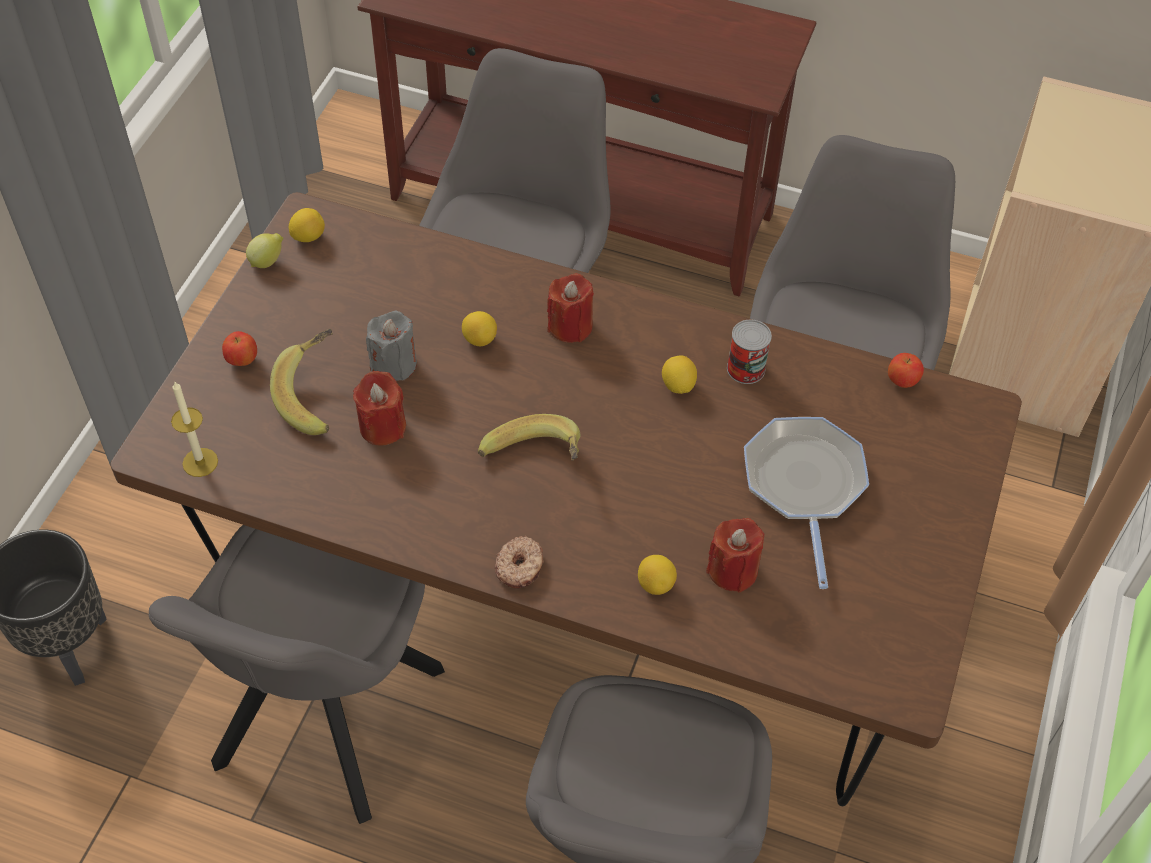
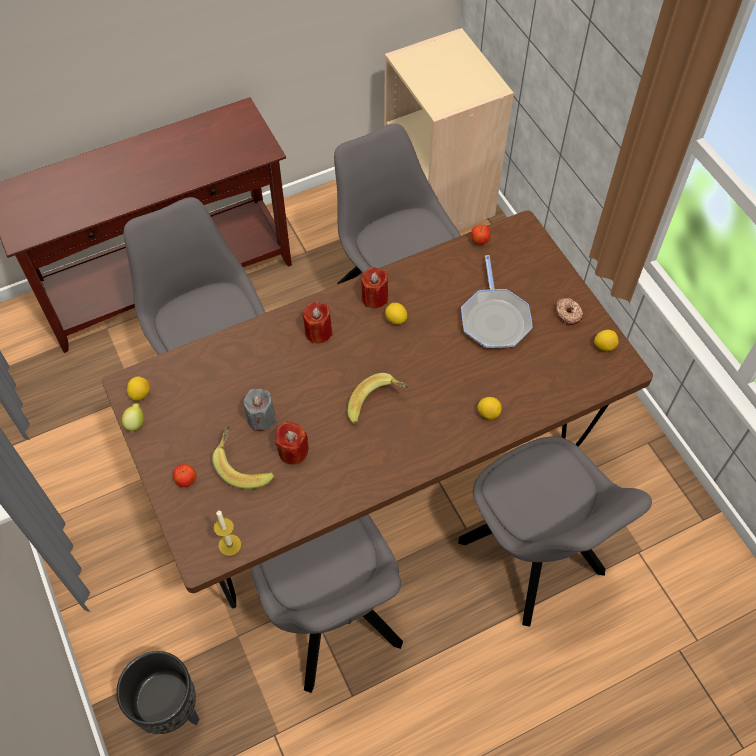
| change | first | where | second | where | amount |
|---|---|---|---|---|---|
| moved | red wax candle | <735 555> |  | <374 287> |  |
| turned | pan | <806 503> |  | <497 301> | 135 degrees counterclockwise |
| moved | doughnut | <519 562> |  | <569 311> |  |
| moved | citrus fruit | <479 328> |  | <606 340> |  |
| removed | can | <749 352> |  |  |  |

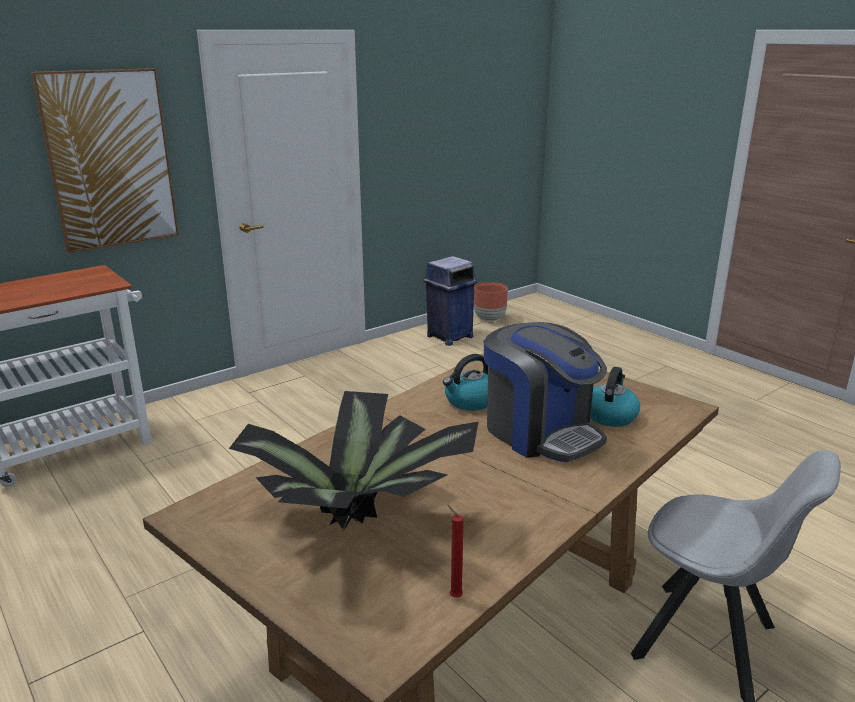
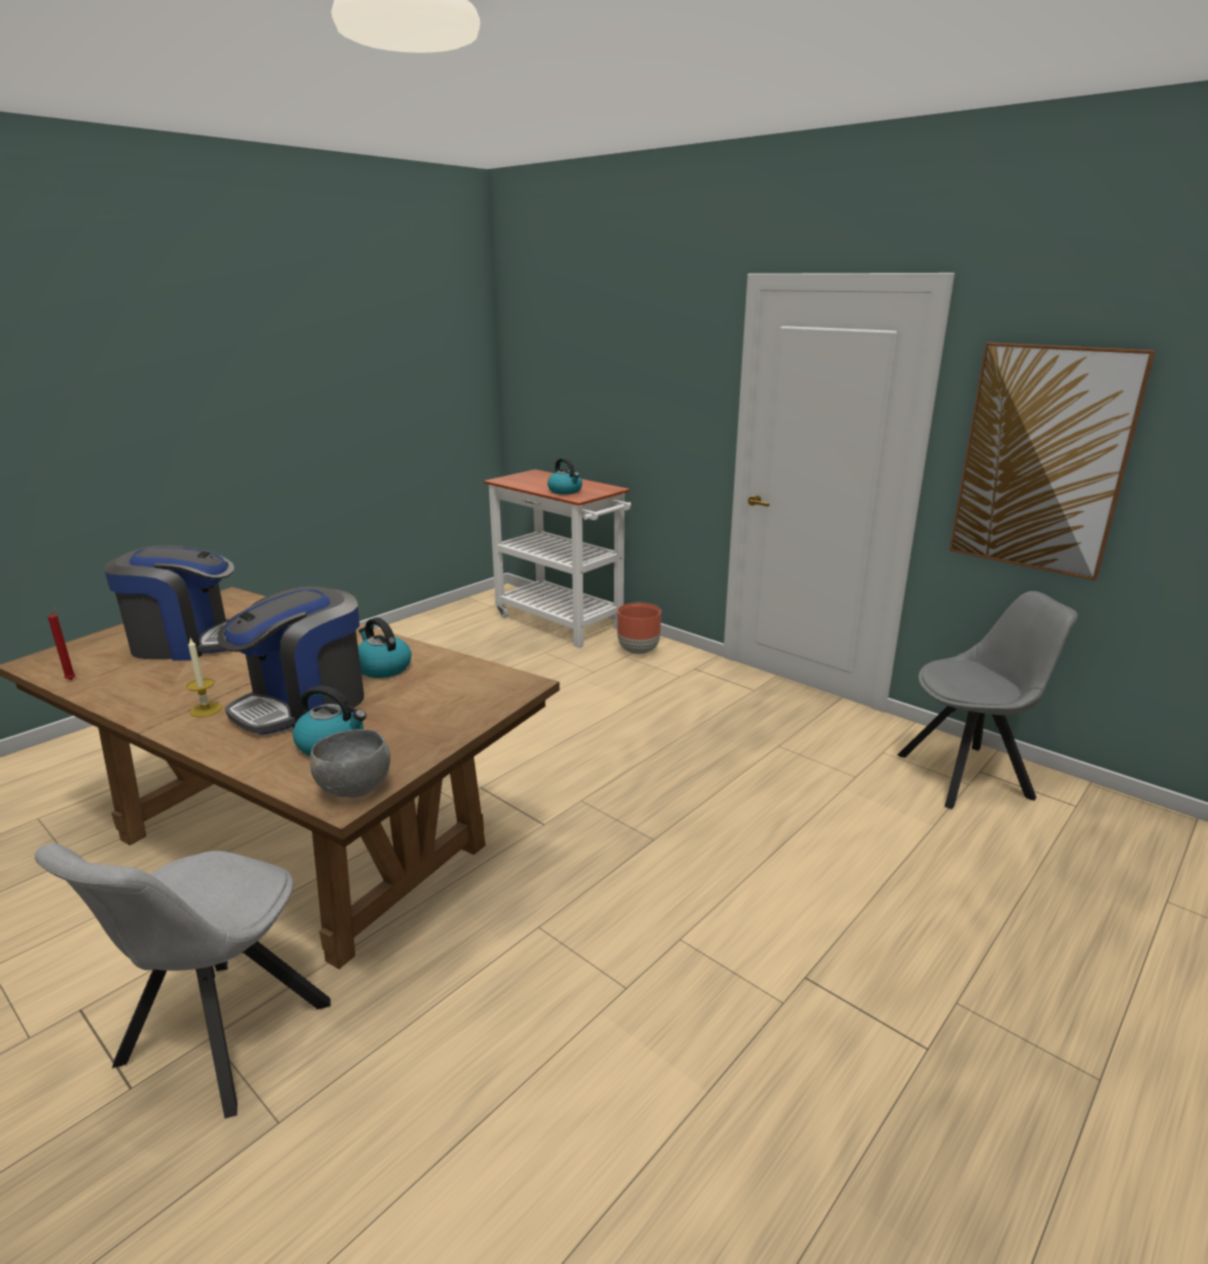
| change | first | where | second | where | amount |
|---|---|---|---|---|---|
| replaced | houseplant | <354 461> | coffee brewer | <169 603> |  |
| added |  |  | wax candle | <204 677> |  |
| added |  |  | gray bowl | <350 763> |  |
| added |  |  | water kettle | <564 476> |  |
| moved | brown planter | <491 301> |  | <639 628> |  |
| replaced | blue-coloured waste bin | <450 301> | gray upright chair | <988 700> |  |
| moved | wall picture | <105 160> |  | <1052 461> |  |

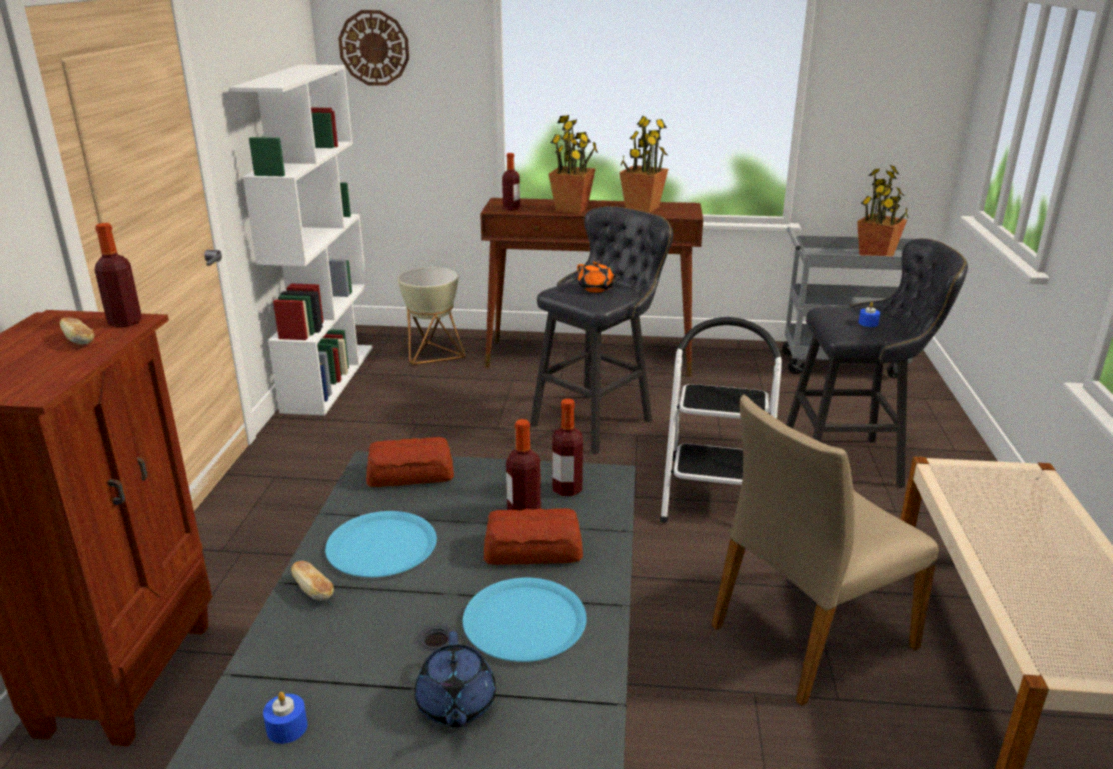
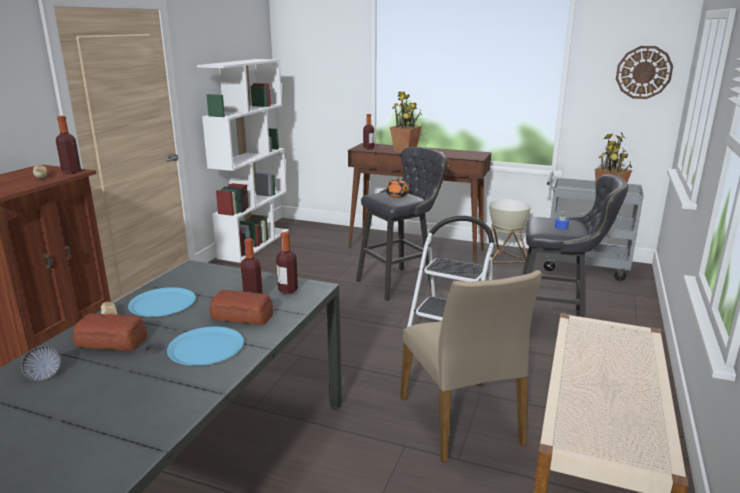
| change | first | where | second | where | amount |
|---|---|---|---|---|---|
| replaced | blue-coloured wax candle | <285 718> | bowl | <41 363> |  |
| moved | baked bread | <410 462> |  | <109 332> |  |
| turned | beige-coloured upright chair | <825 550> |  | <471 366> | 90 degrees counterclockwise |
| moved | planter | <432 316> |  | <510 231> |  |
| moved | hanging clock | <373 48> |  | <644 72> |  |
| removed | blue-coloured pot for tea | <455 679> |  |  |  |
| removed | houseplant | <643 164> |  |  |  |

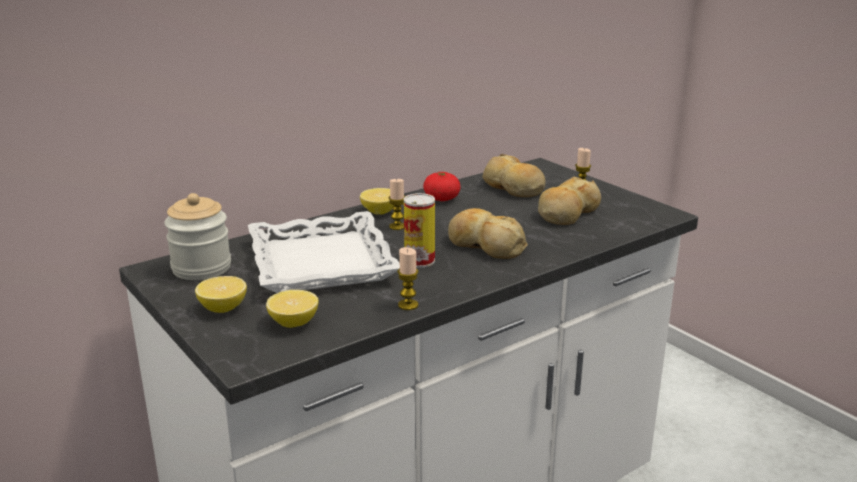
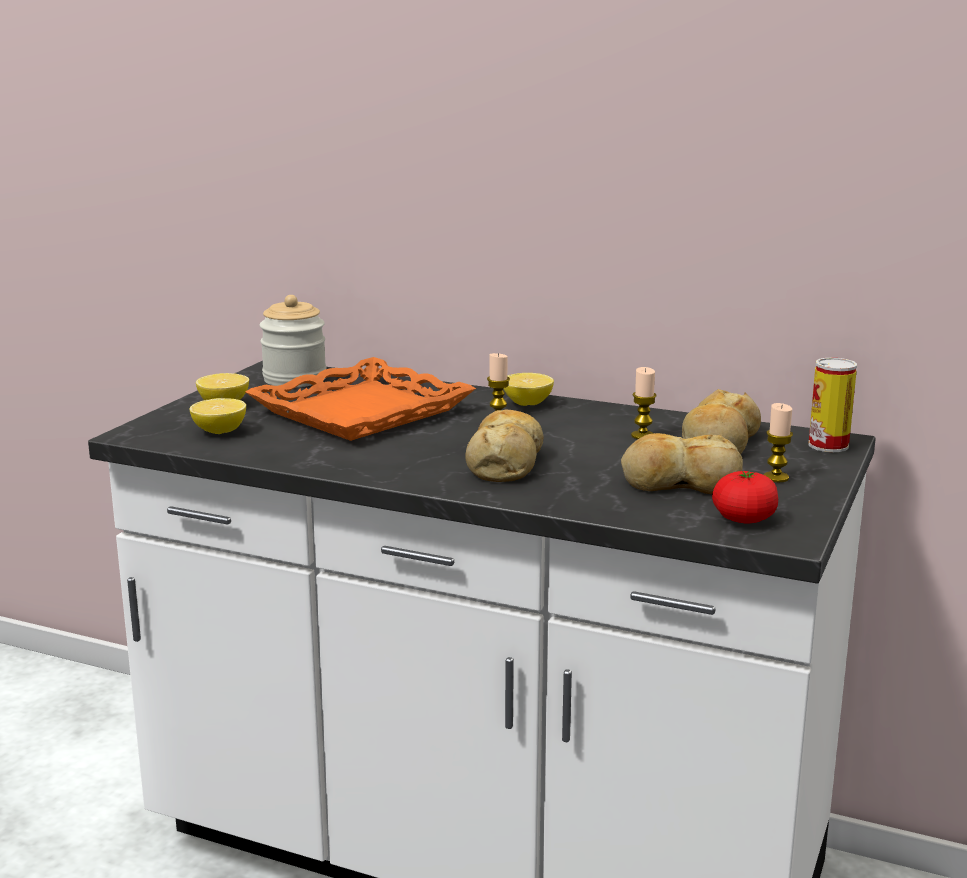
| change | first | where | second | where | amount |
|---|---|---|---|---|---|
| recoloured | white-coloured tray | <324 252> | orange-coloured tray | <361 399> |  |
| moved | wax candle | <407 278> |  | <643 403> |  |
| moved | whole tomato | <442 186> |  | <745 497> |  |
| moved | can | <419 230> |  | <833 405> |  |

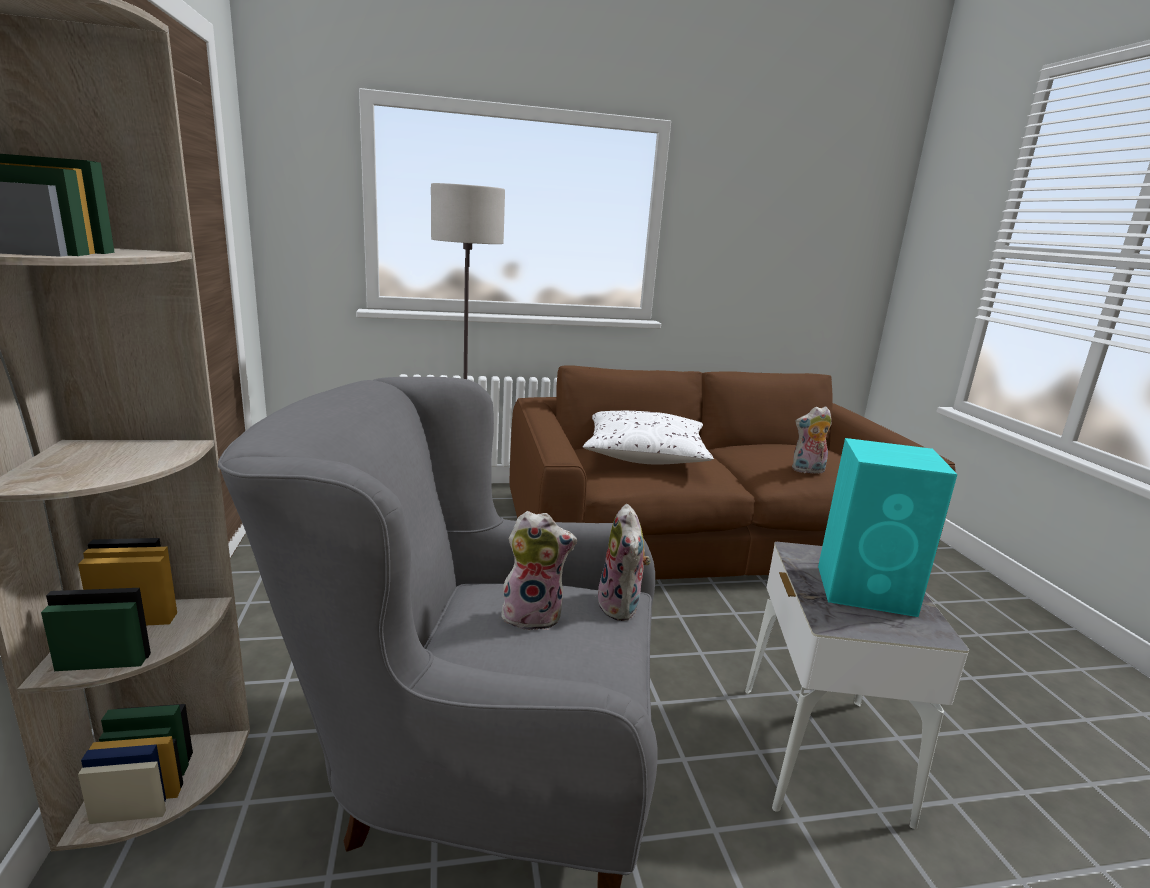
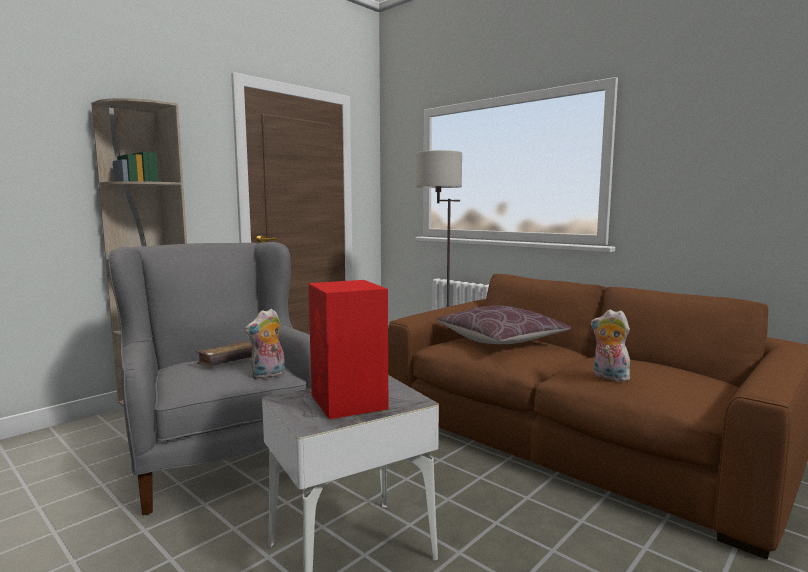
| change | first | where | second | where | amount |
|---|---|---|---|---|---|
| replaced | soft toy | <539 571> | brown book | <224 353> |  |
| recoloured | turquoise-coloured audio speaker | <887 527> | red audio speaker | <348 349> |  |
| recoloured | white-coloured throw pillow | <648 438> | brown throw pillow | <503 324> |  |

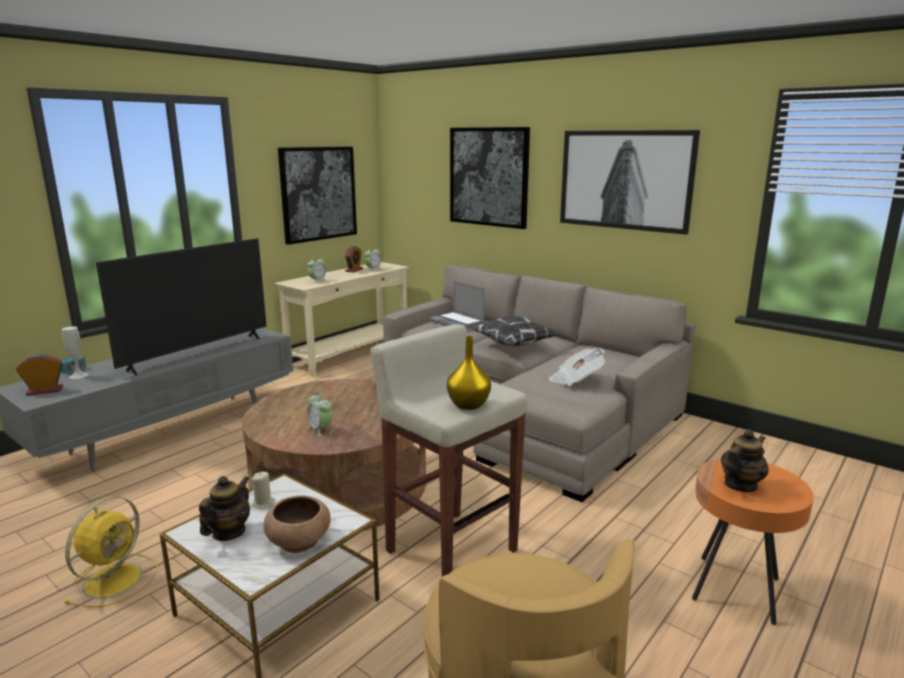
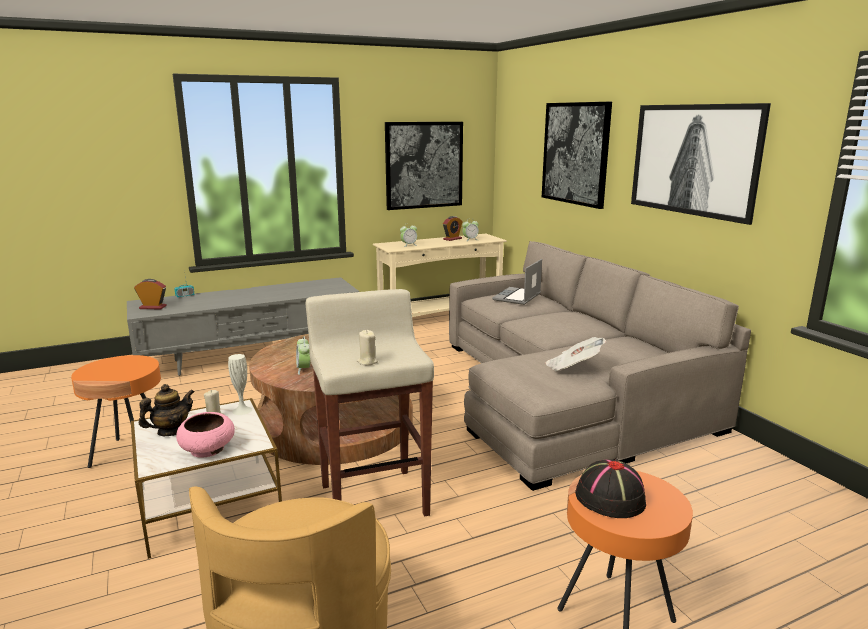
| change | first | where | second | where | amount |
|---|---|---|---|---|---|
| replaced | yellow-coloured cooling fan | <111 551> | orange-coloured accent table | <116 411> |  |
| recoloured | brown bowl | <297 524> | pink-coloured bowl | <205 435> |  |
| moved | white-coloured flower vase | <75 352> |  | <240 384> |  |
| replaced | yellow-coloured flower vase | <469 373> | beige-coloured wax candle | <367 347> |  |
| turned | notebook computer | <457 304> |  | <517 282> | 45 degrees clockwise |
| replaced | pot for tea | <745 460> | blackish clothing hat | <610 489> |  |
| removed | TV set | <181 307> |  |  |  |
| removed | throw pillow | <514 331> |  |  |  |

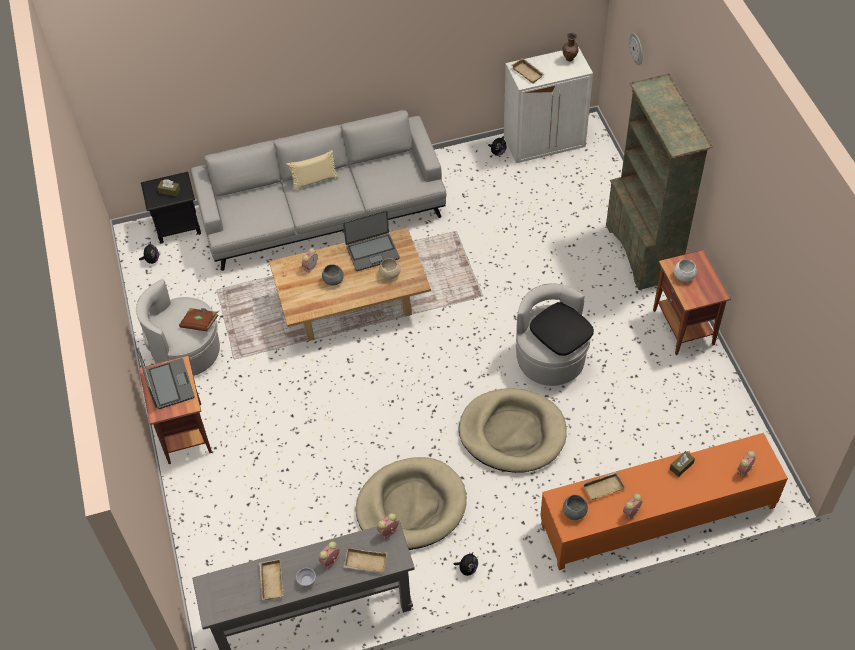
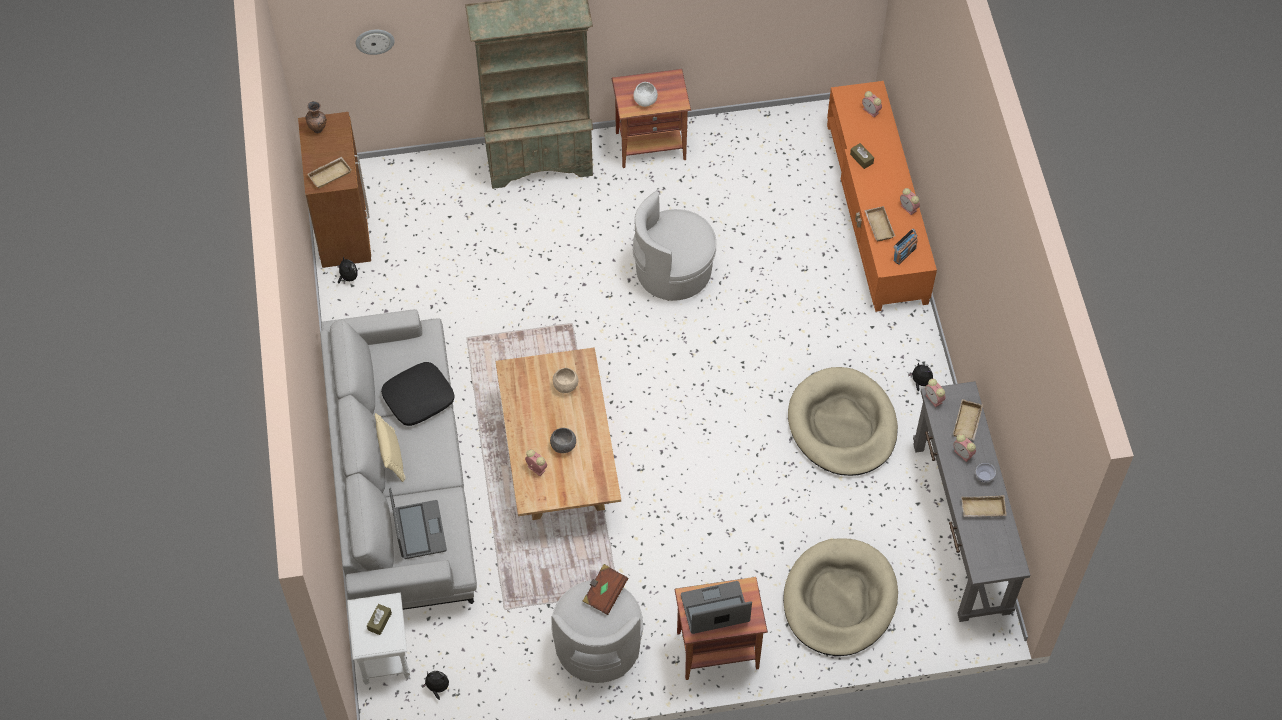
| change | first | where | second | where | amount |
|---|---|---|---|---|---|
| recoloured | white-coloured cabinet | <548 105> | brown cabinet | <334 190> |  |
| recoloured | blackish accent table | <171 208> | white-coloured accent table | <378 638> |  |
| moved | blackish throw pillow | <562 329> |  | <418 394> |  |
| moved | notebook computer | <371 240> |  | <418 523> |  |
| moved | beige-coloured dog bed | <513 430> |  | <840 597> |  |
| replaced | gray bowl | <575 507> | radio | <906 247> |  |

